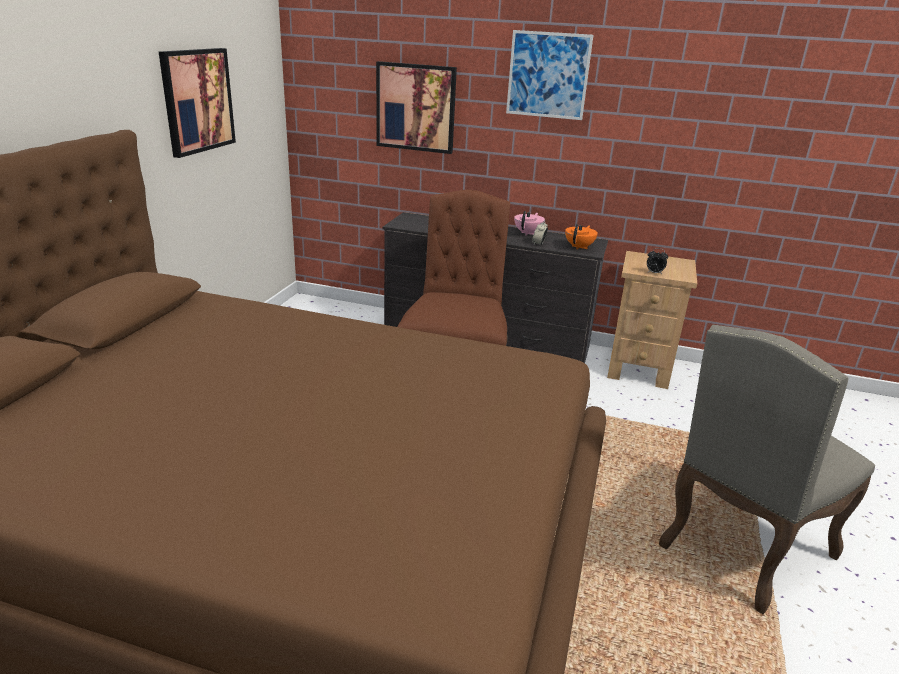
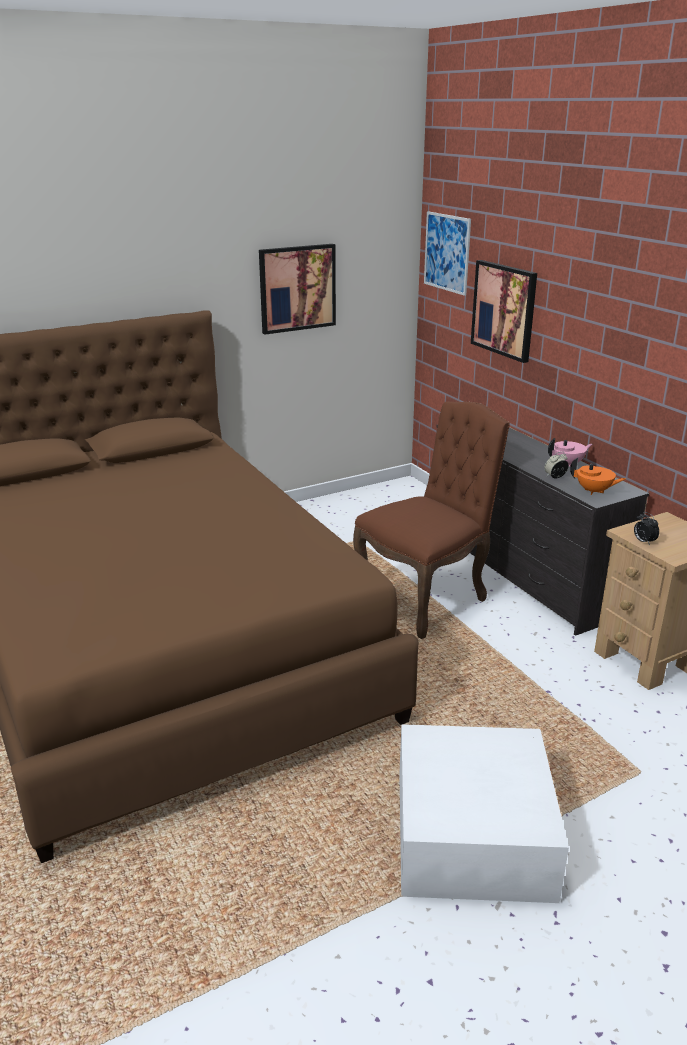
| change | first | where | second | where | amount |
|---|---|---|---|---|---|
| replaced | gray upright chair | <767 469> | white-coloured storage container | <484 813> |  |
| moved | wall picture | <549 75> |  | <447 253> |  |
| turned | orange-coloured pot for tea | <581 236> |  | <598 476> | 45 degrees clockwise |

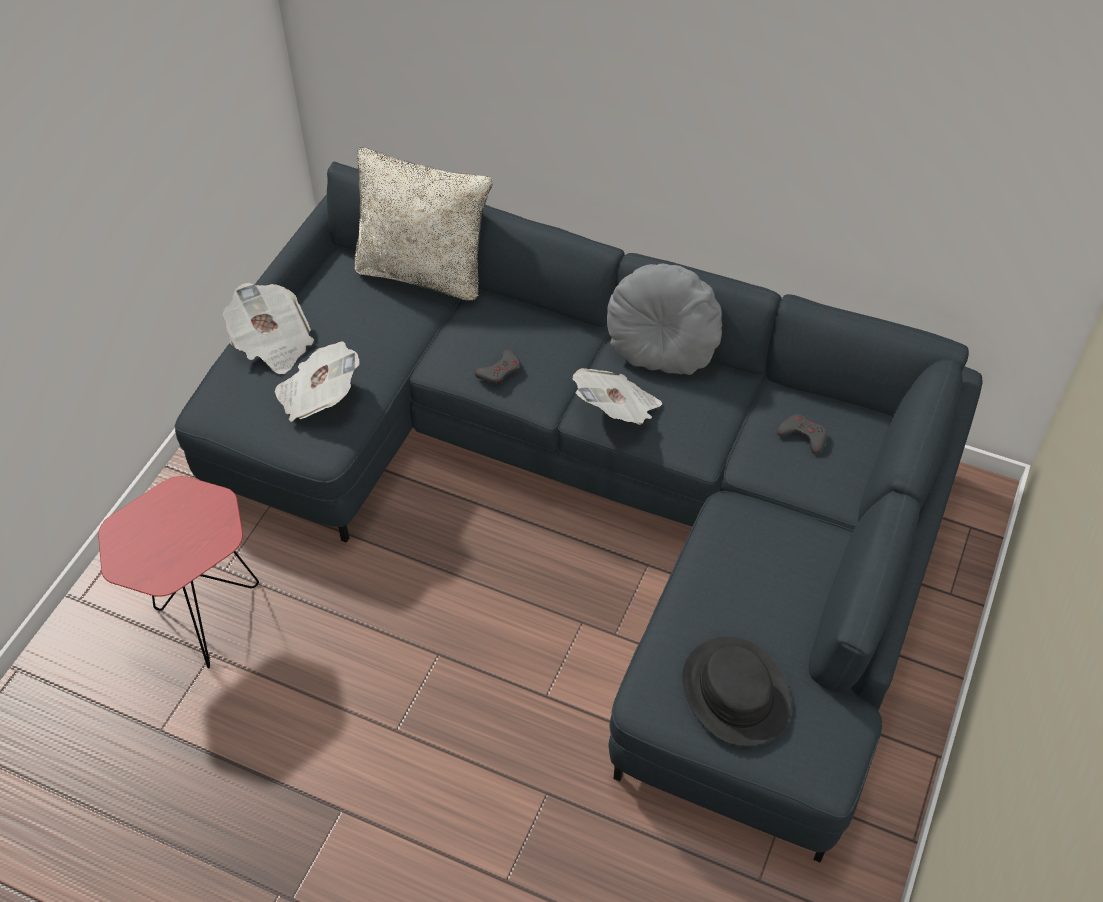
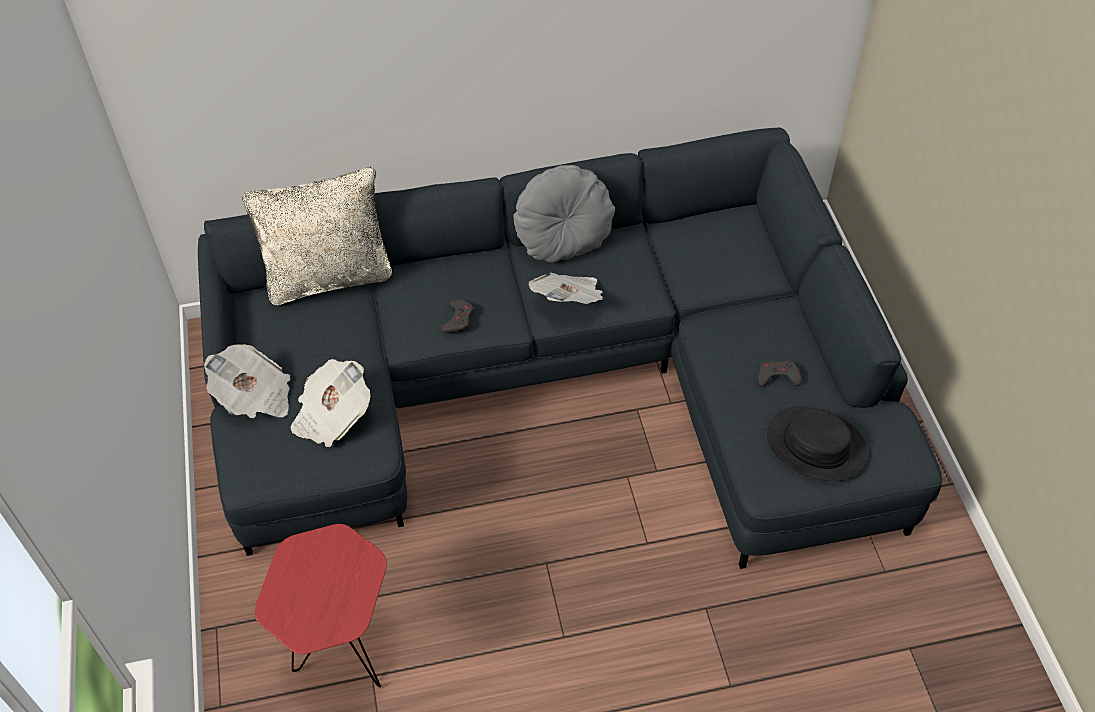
| change | first | where | second | where | amount |
|---|---|---|---|---|---|
| moved | gray game controller | <802 434> |  | <779 374> |  |

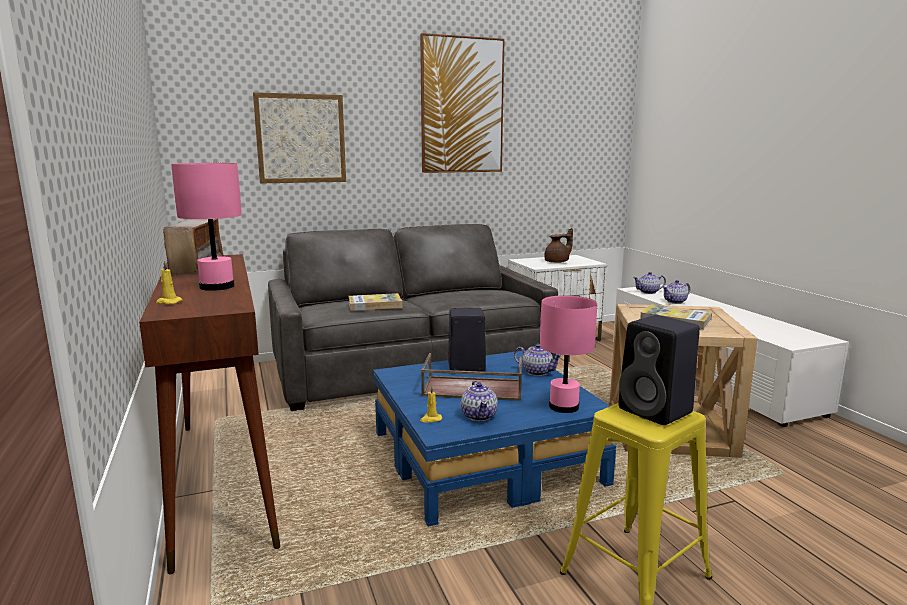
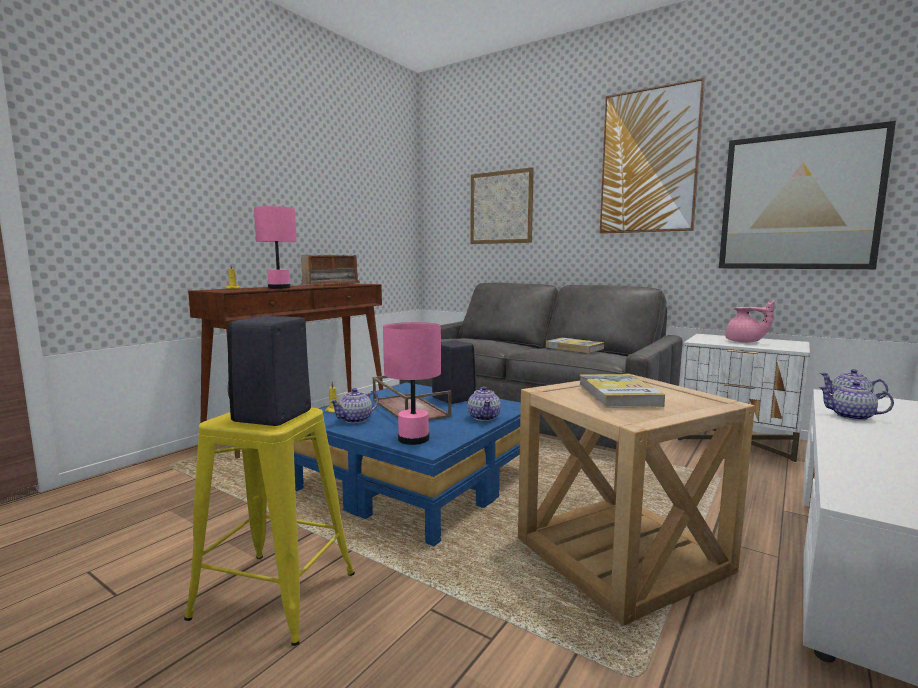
| change | first | where | second | where | amount |
|---|---|---|---|---|---|
| moved | book | <375 302> |  | <575 345> |  |
| added |  |  | wall picture | <807 195> |  |
| recoloured | brown pot for tea | <558 245> | pink-coloured pot for tea | <750 321> |  |

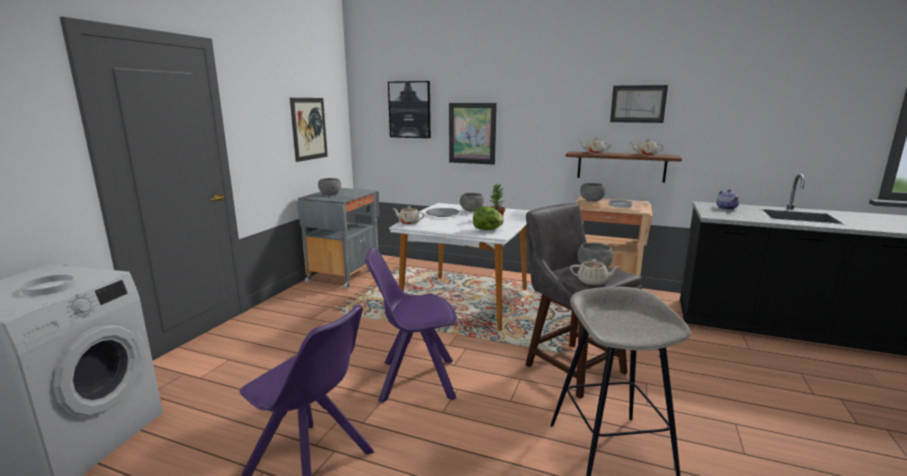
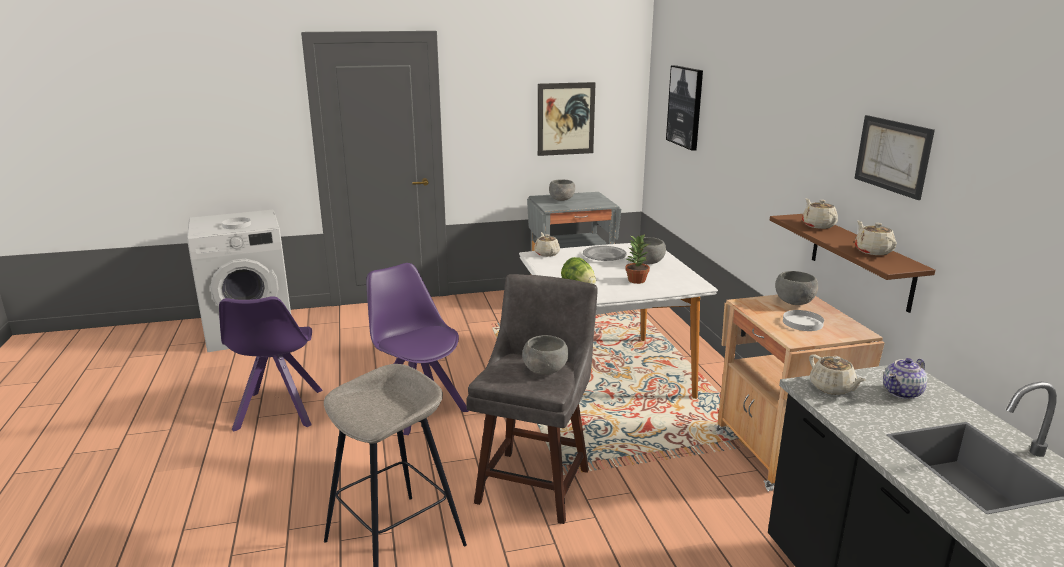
| change | first | where | second | where | amount |
|---|---|---|---|---|---|
| moved | beige-coloured pot for tea | <595 272> |  | <837 374> |  |
| removed | wall picture | <473 134> |  |  |  |

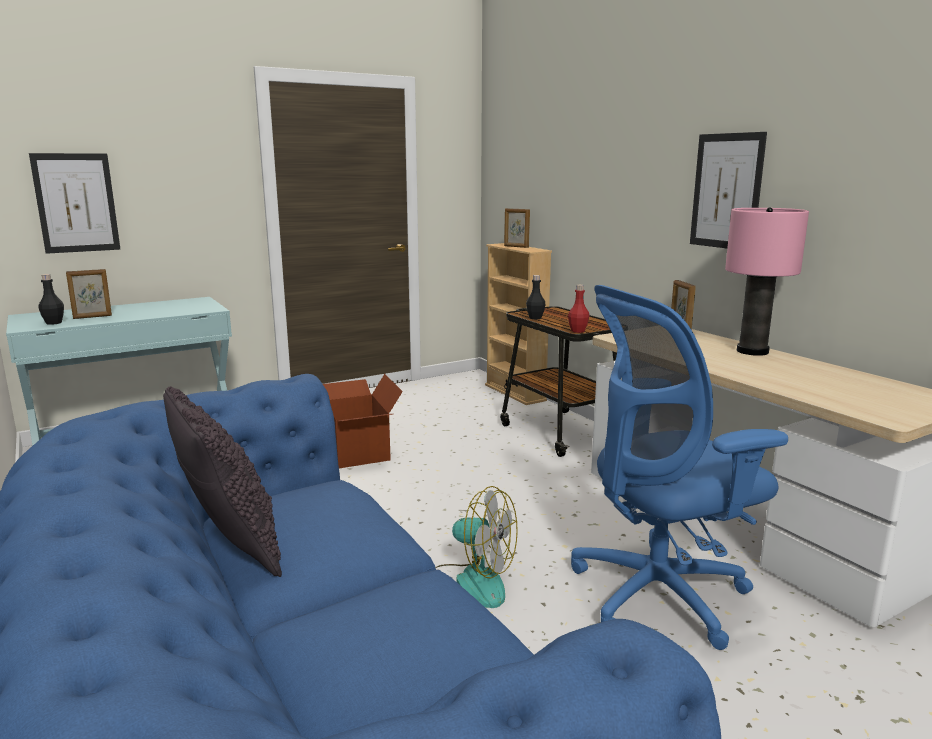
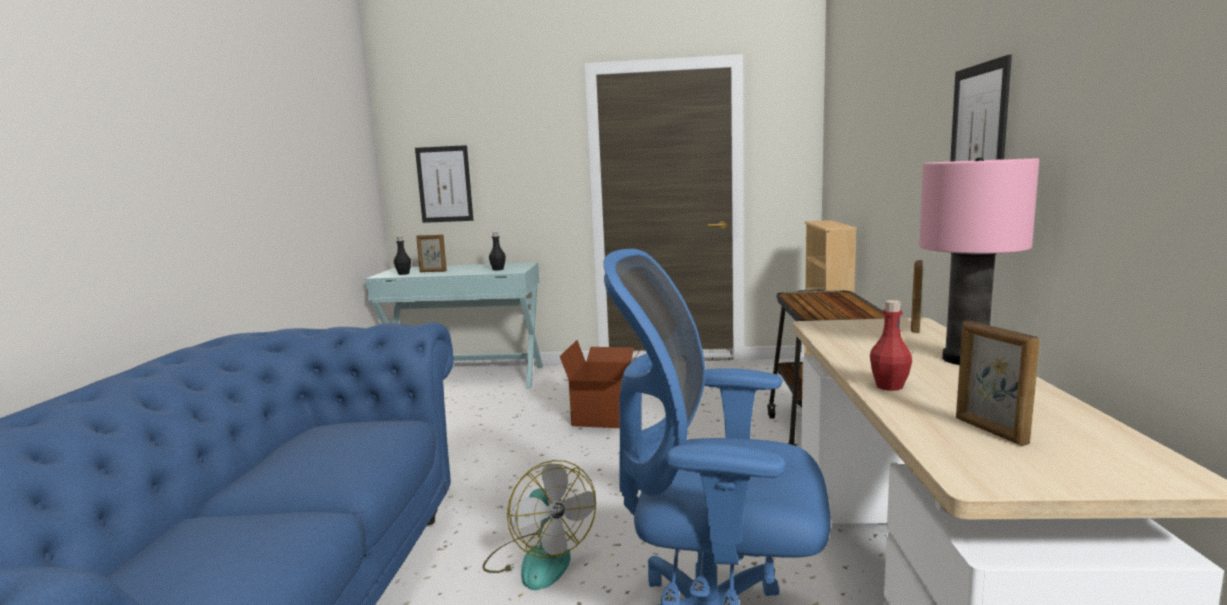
| change | first | where | second | where | amount |
|---|---|---|---|---|---|
| moved | blackish bottle | <536 297> |  | <497 251> |  |
| moved | red bottle | <578 309> |  | <891 345> |  |
| moved | standing frame | <517 228> |  | <998 383> |  |
| removed | blackish throw pillow | <222 481> |  |  |  |

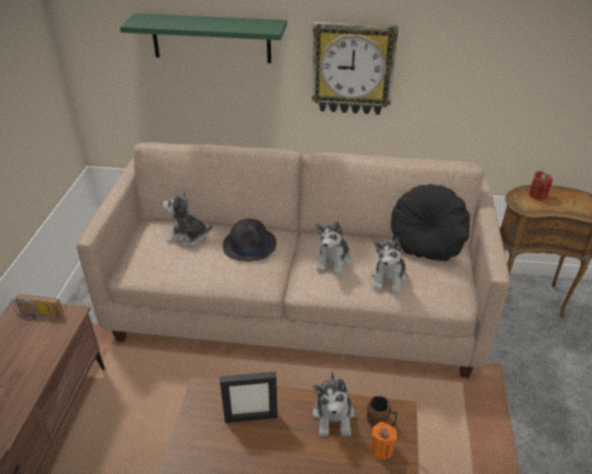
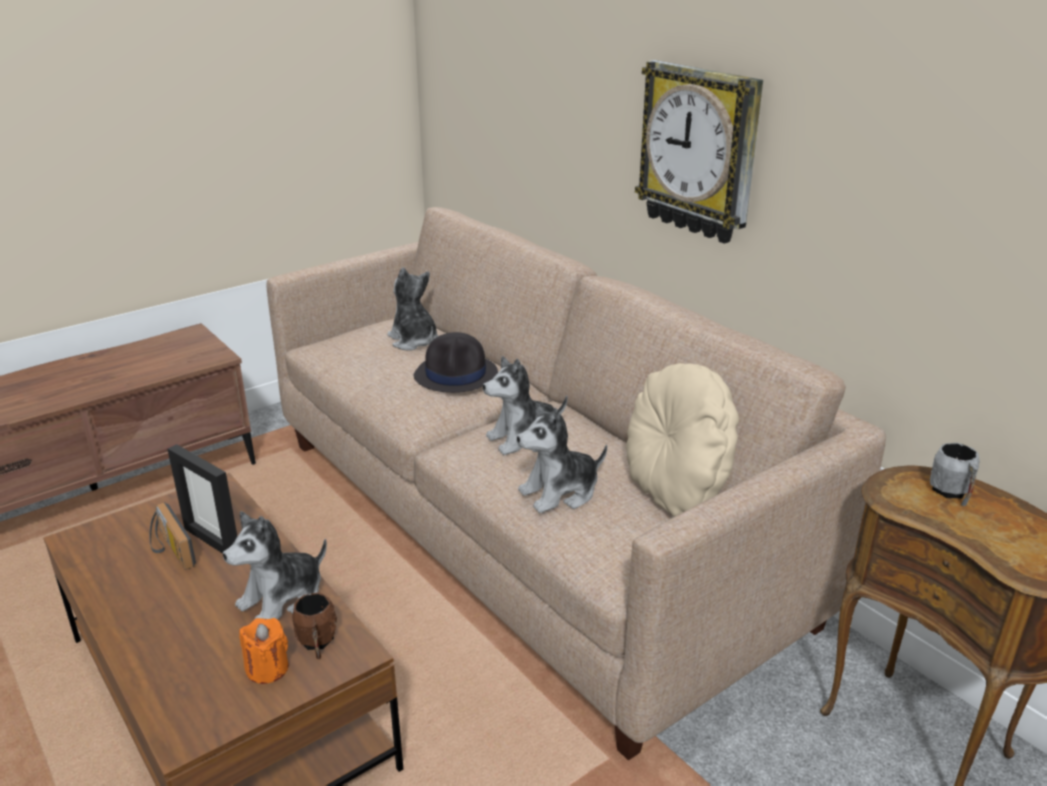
| change | first | where | second | where | amount |
|---|---|---|---|---|---|
| moved | radio | <38 307> |  | <173 536> |  |
| recoloured | blackish throw pillow | <430 222> | beige-coloured throw pillow | <682 440> |  |
| replaced | red wax candle | <541 185> | gray coffee mug | <955 475> |  |
| removed | green shelf | <203 38> |  |  |  |

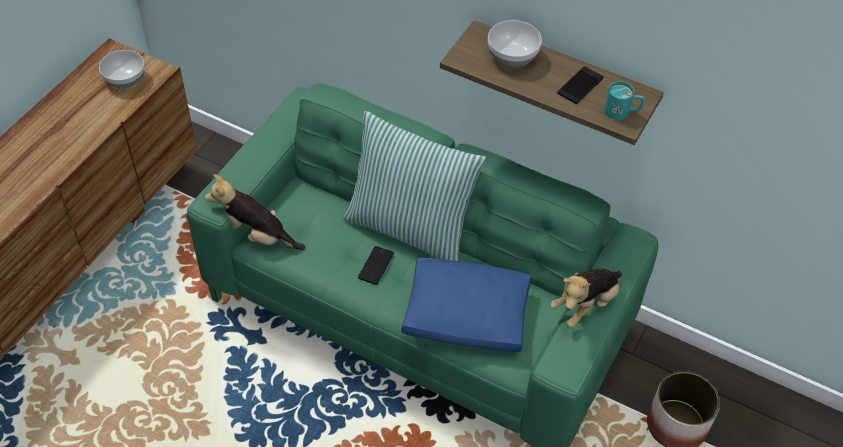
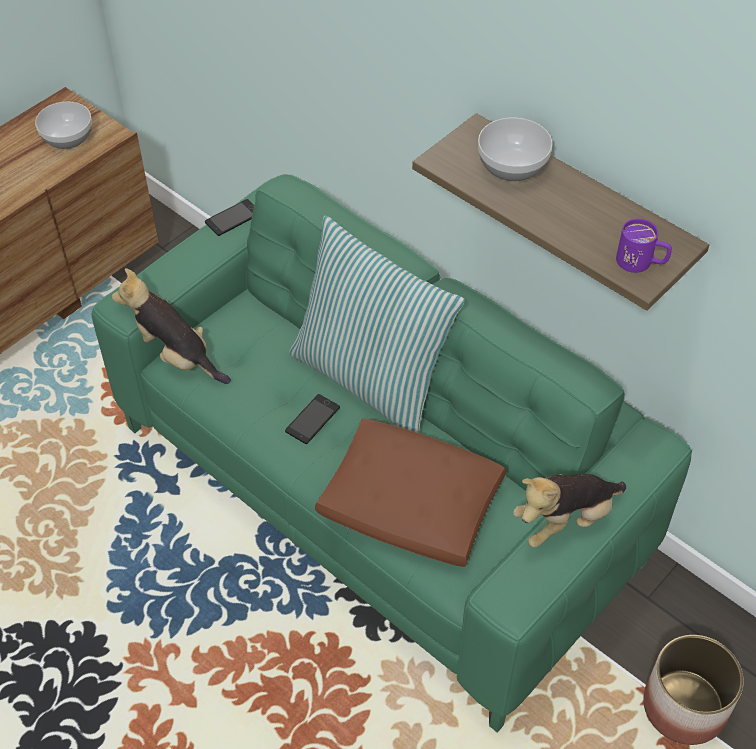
| change | first | where | second | where | amount |
|---|---|---|---|---|---|
| moved | telephone | <580 85> |  | <229 217> |  |
| recoloured | blue-coloured throw pillow | <466 305> | brown throw pillow | <410 492> |  |
| recoloured | turquoise-coloured coffee mug | <624 100> | purple coffee mug | <644 246> |  |

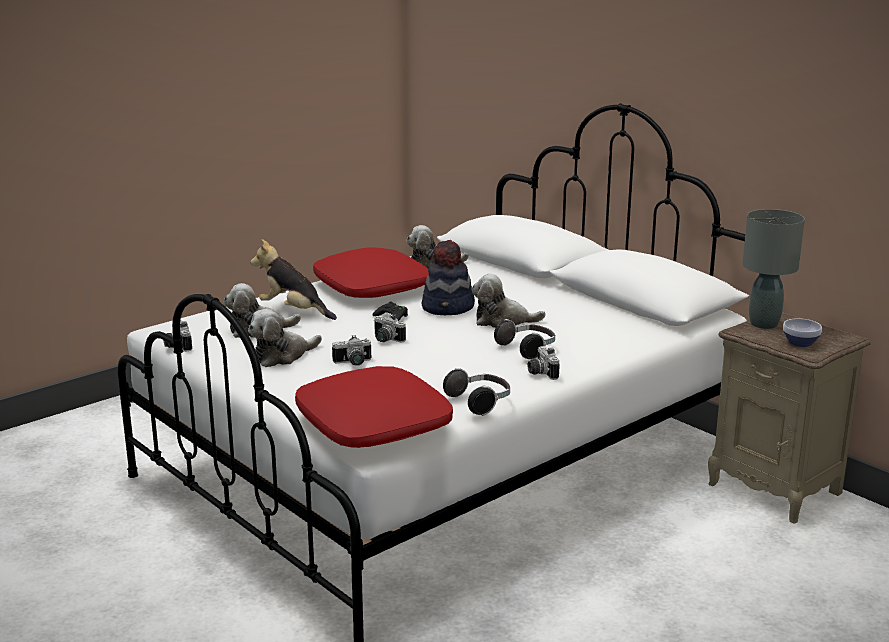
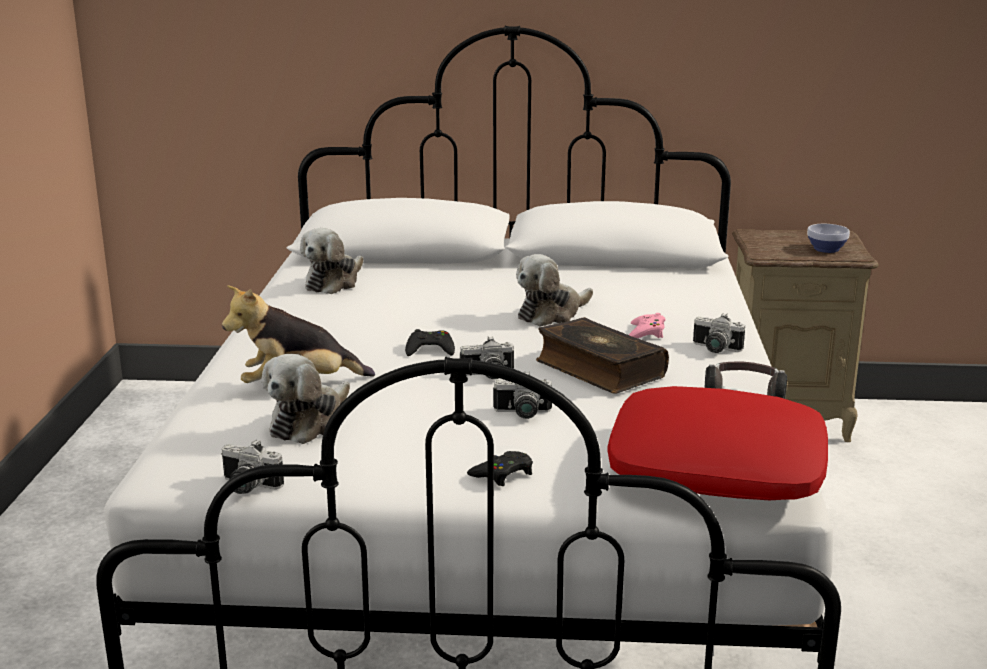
| change | first | where | second | where | amount |
|---|---|---|---|---|---|
| added |  |  | blackish game controller | <500 468> |  |
| turned | photo camera | <351 350> |  | <522 395> | 60 degrees clockwise |
| added |  |  | book | <602 355> |  |
| replaced | headset | <524 339> | pink-coloured game controller | <647 325> |  |
| removed | soft toy | <285 338> |  |  |  |
| removed | red throw pillow | <371 272> |  |  |  |
| removed | clothing hat | <448 277> |  |  |  |
| removed | gray tabletop lamp | <773 269> |  |  |  |

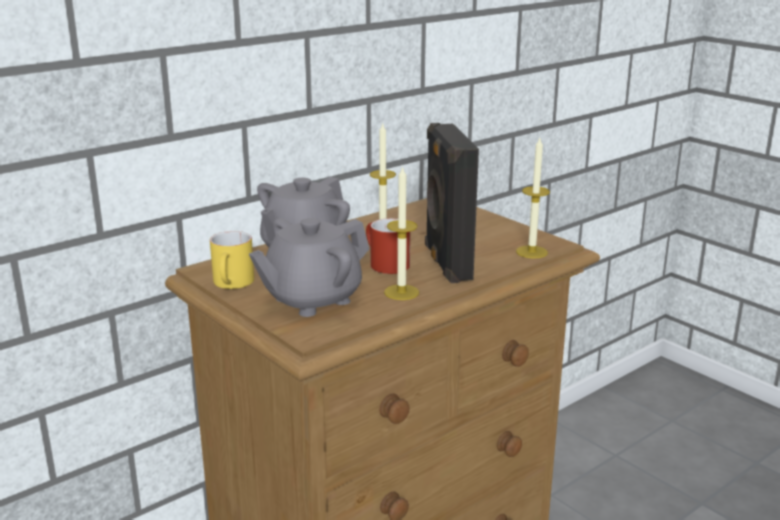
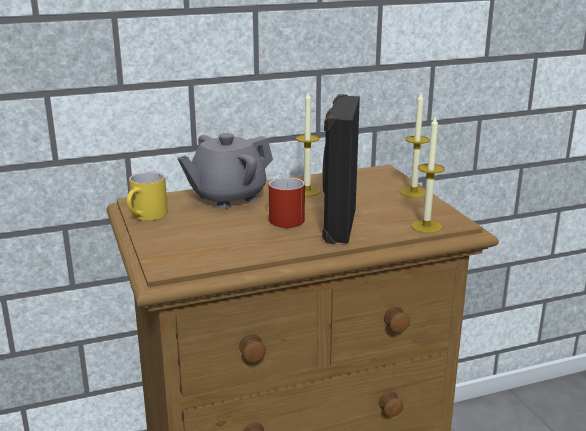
| change | first | where | second | where | amount |
|---|---|---|---|---|---|
| moved | wax candle | <401 233> |  | <415 145> |  |
| removed | gray pot for tea | <309 267> |  |  |  |

